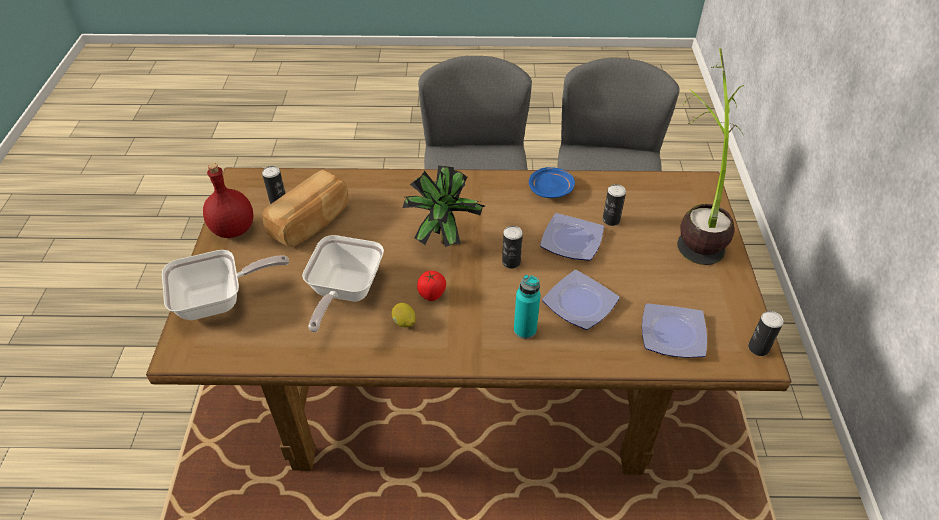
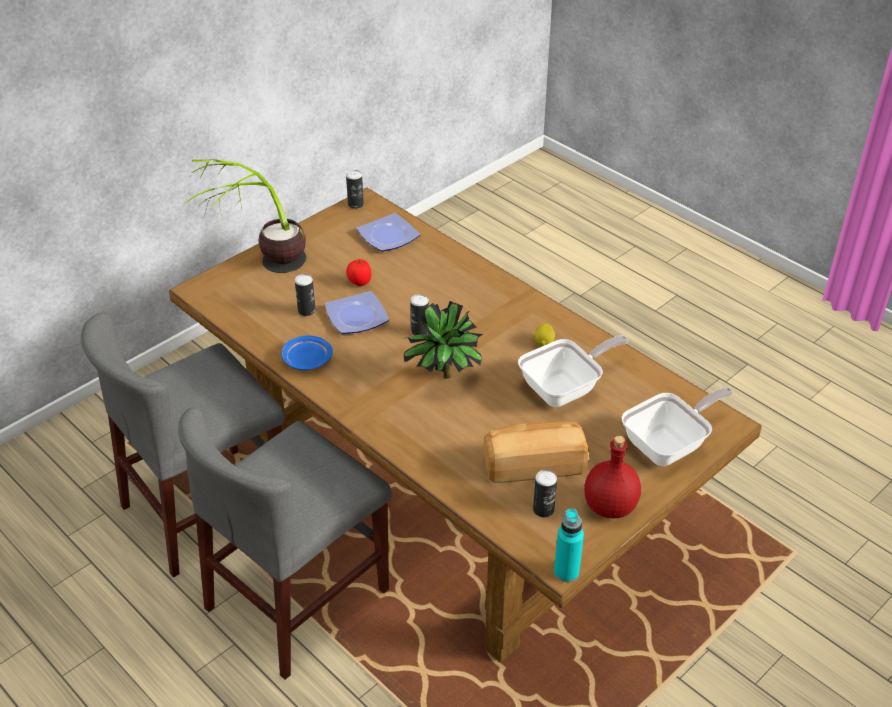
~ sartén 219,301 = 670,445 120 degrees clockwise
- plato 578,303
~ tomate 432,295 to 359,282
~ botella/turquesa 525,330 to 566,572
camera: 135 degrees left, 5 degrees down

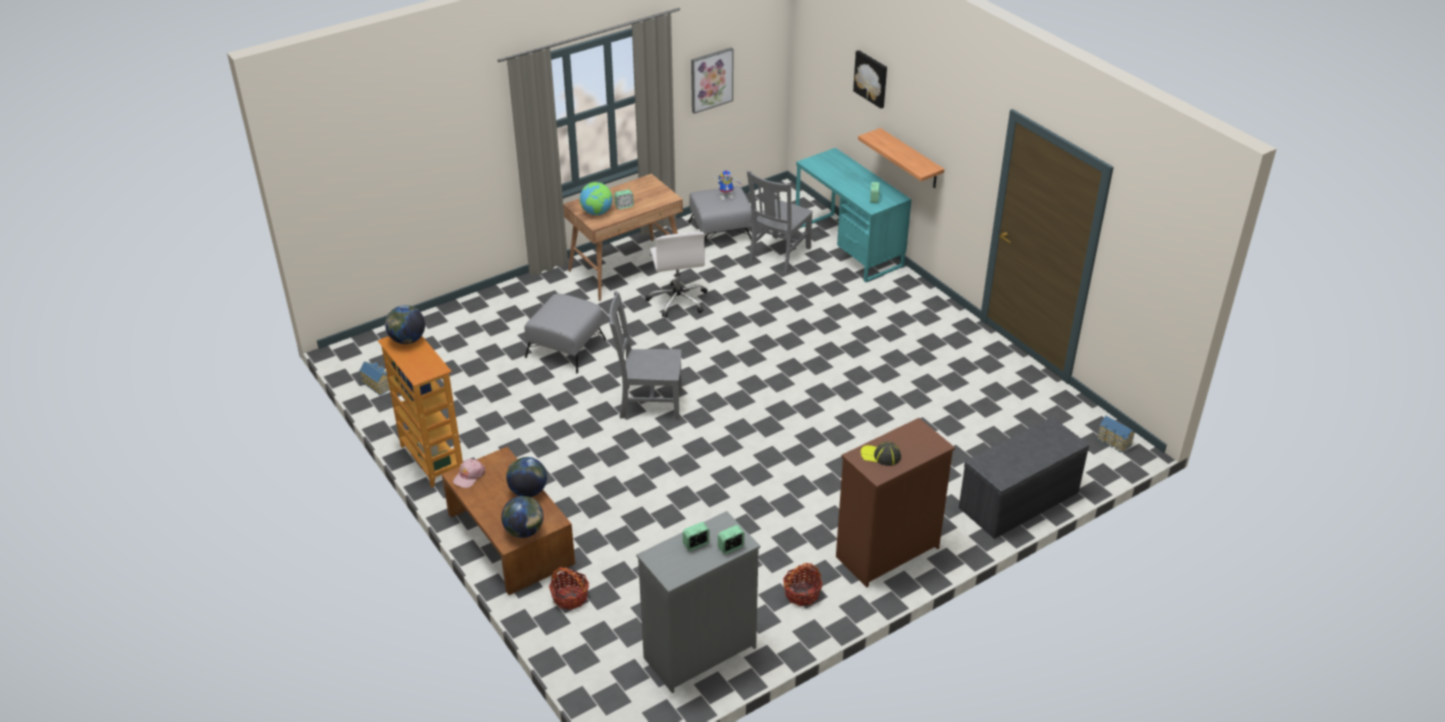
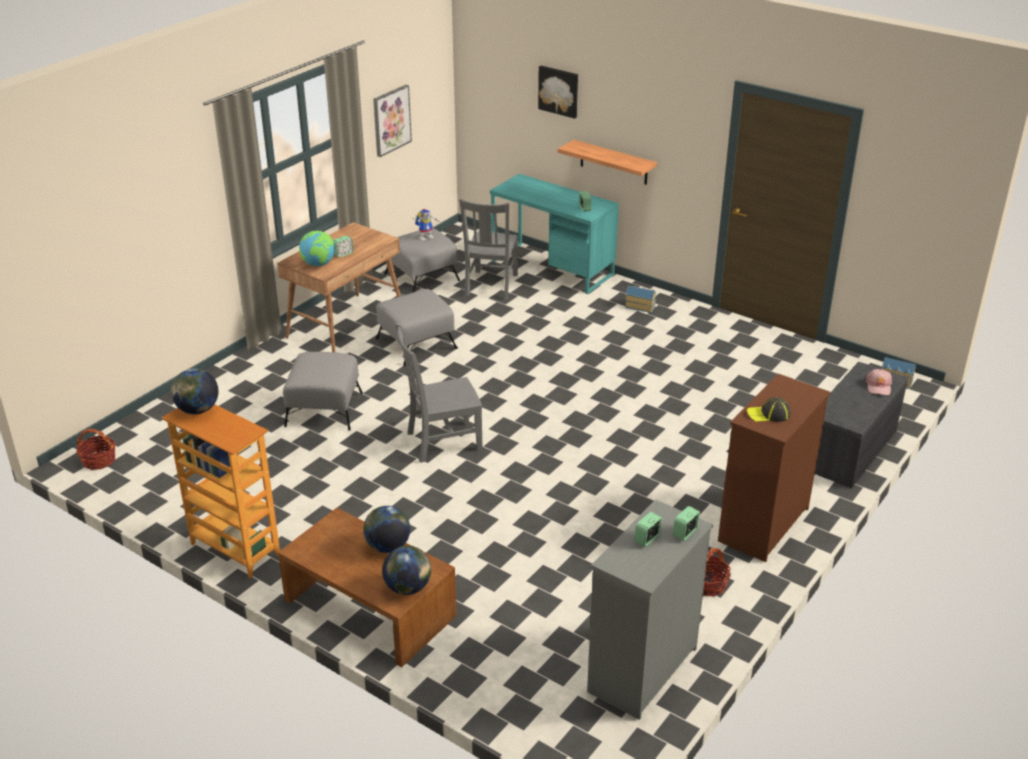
~ silla de oficina/blanco 678,300 to puf/gris 415,343
~ casita 378,384 to 640,306
~ gorra/rosa 469,476 to 878,386
~ cesta 570,597 to 98,460
camera: 20 degrees left, 5 degrees down

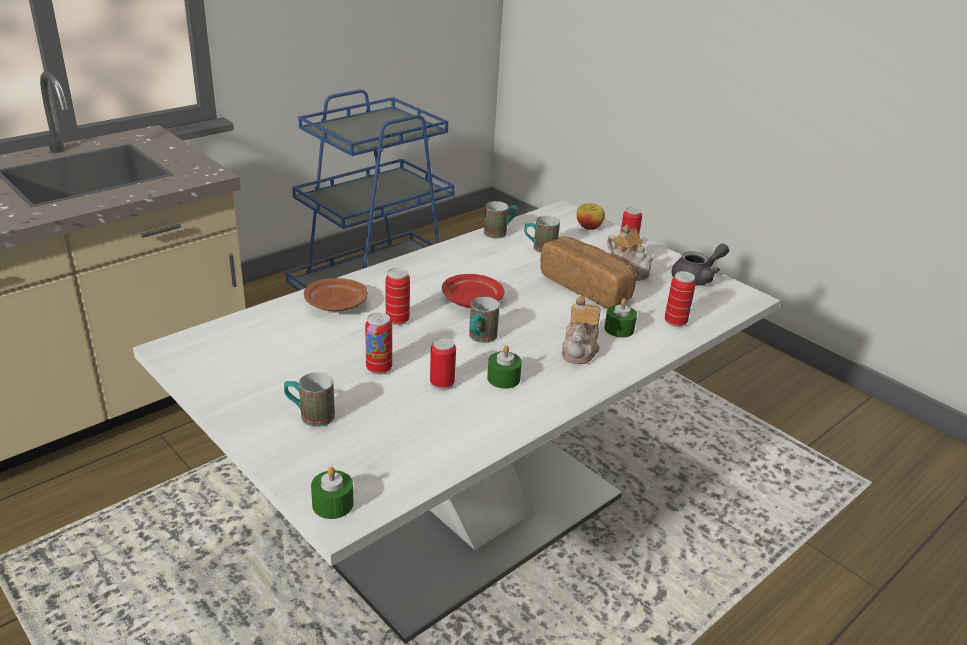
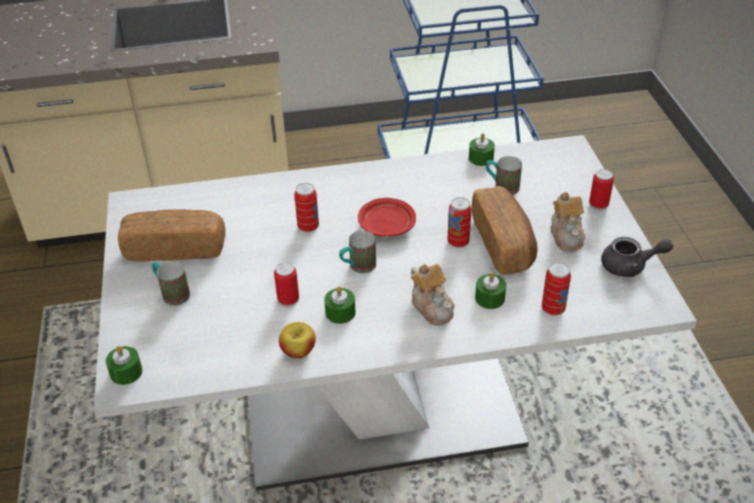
~ taza grande 499,232 to vela/verde 481,158
~ manzana 589,227 to 298,351
- plato/marrón 337,304
~ tetera 580,349 = 432,307 75 degrees counterclockwise
~ lata 379,368 to 458,242
+ pan 175,248
camera: 35 degrees right, 10 degrees up

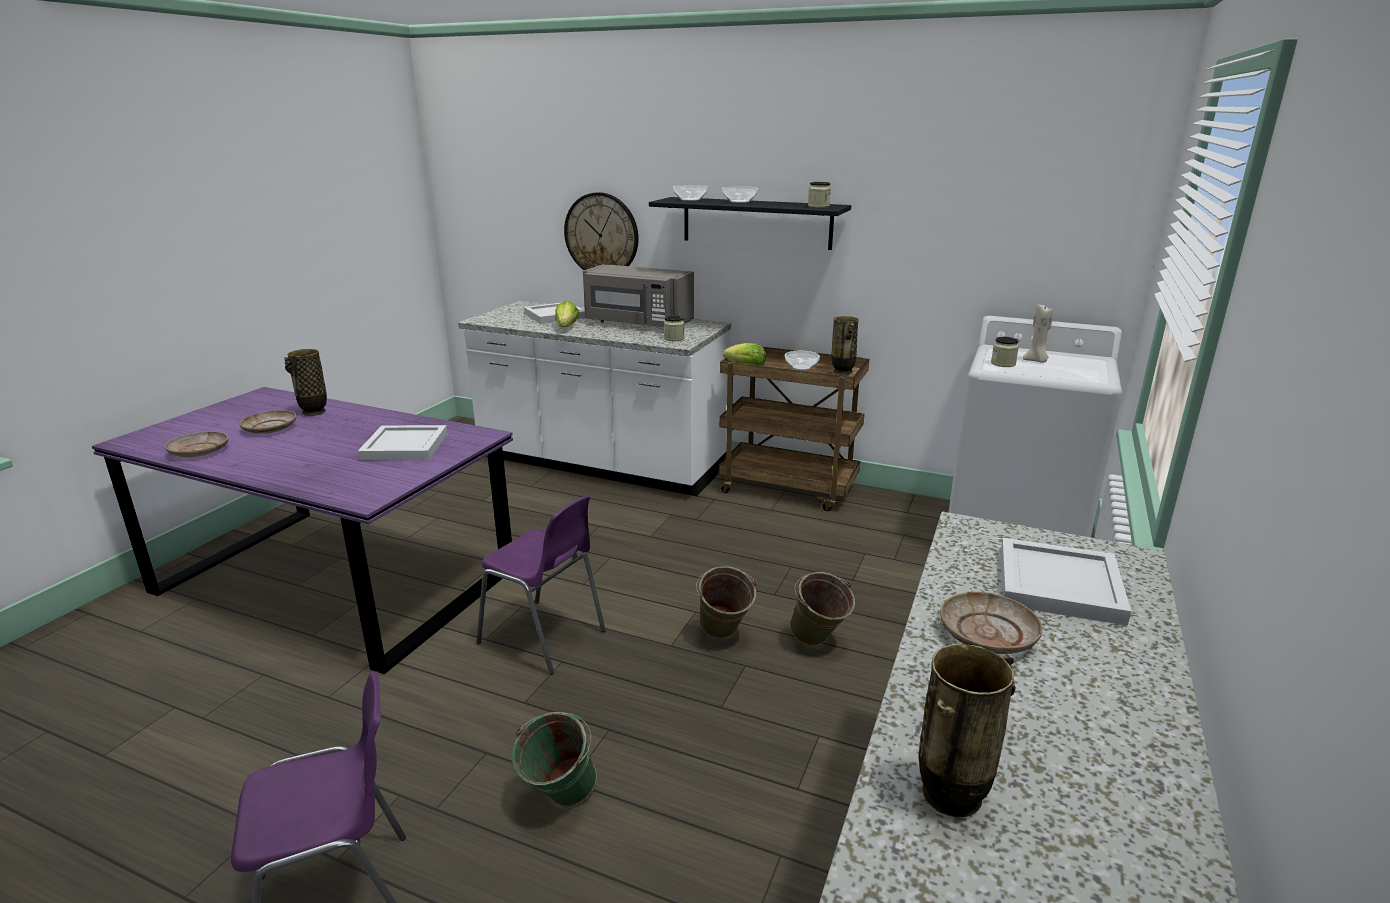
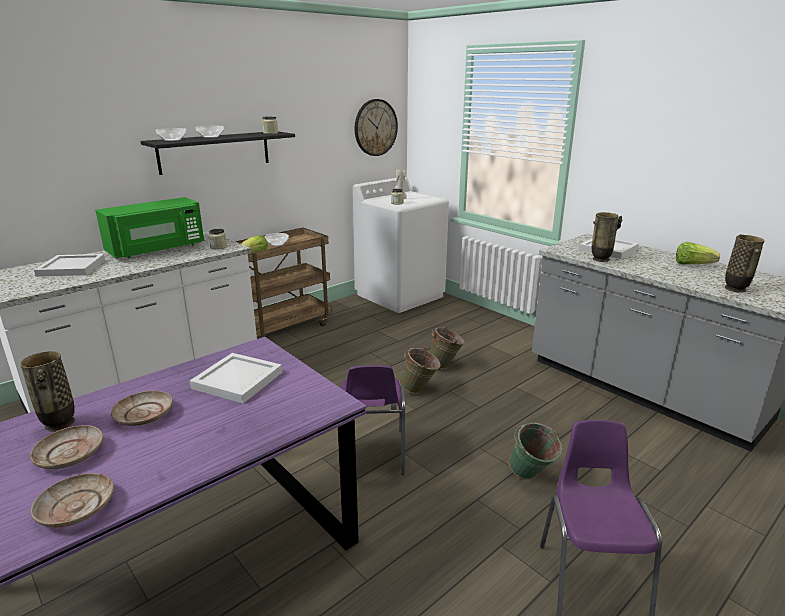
~ reloj de pared 601,235 to 375,127
~ microondas/gris 637,323 to microondas/verde 157,249
~ lechuga 566,327 to 692,265
~ florero 842,372 to 600,259
~ silla/morado 545,638 = 371,454 120 degrees clockwise
~ plato/beis 987,634 to 144,415
camera: 65 degrees left, 0 degrees up

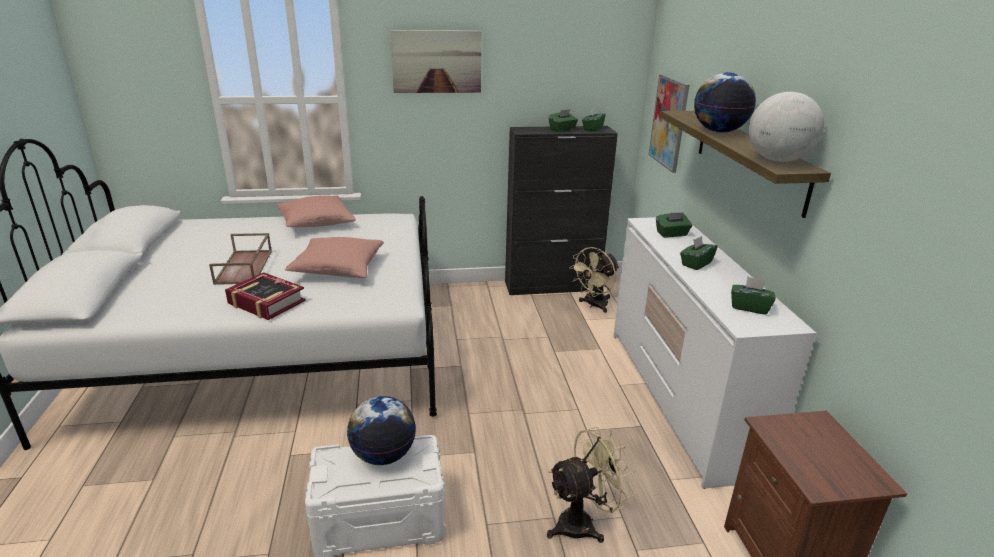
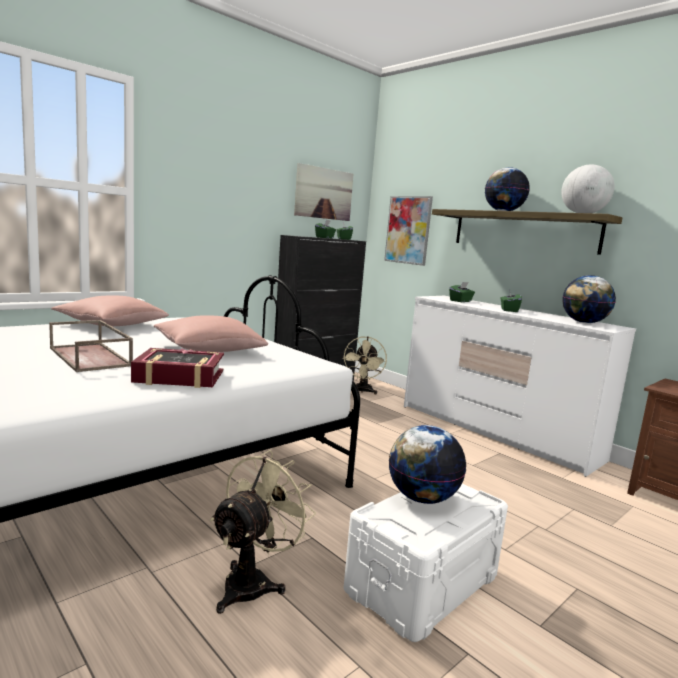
~ cuadro 436,61 to 324,193
~ caja de pañuelos/verde 749,307 to globo terráqueo 584,322
~ ventilador/beis 583,523 to 253,582
camera: 35 degrees left, 15 degrees down

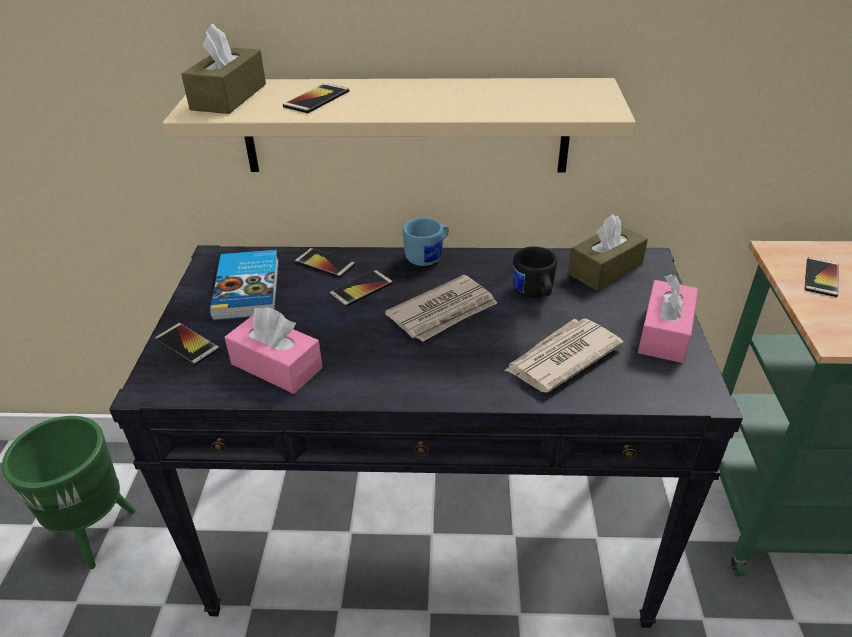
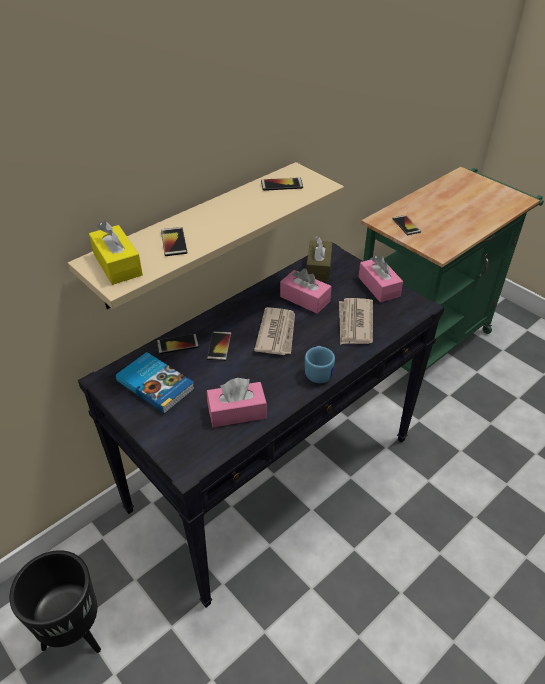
~ caja de pañuelos/marrón 229,97 to caja de pañuelos/amarillo 117,264
~ taza grande/azul 428,256 to 319,372
~ taza grande/negro 534,294 to caja de pañuelos/rosa 305,299
~ móvil 187,344 to 281,184
~ maceta/verde 98,534 to maceta/negro 76,632
camera: 45 degrees left, 5 degrees up

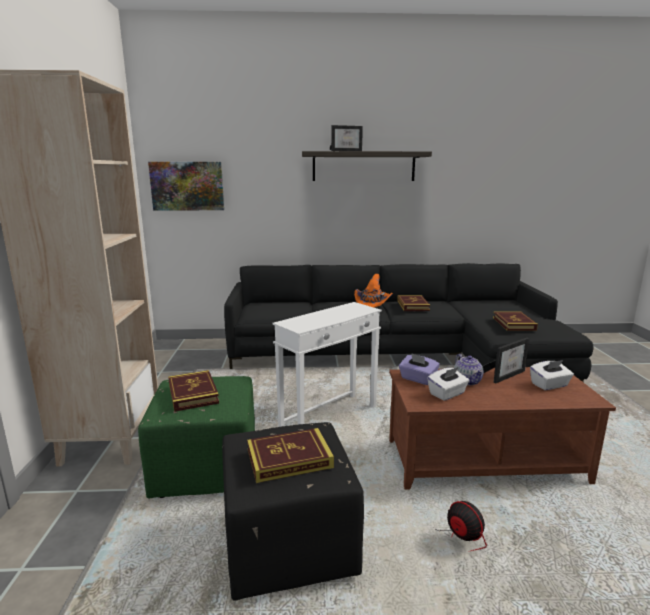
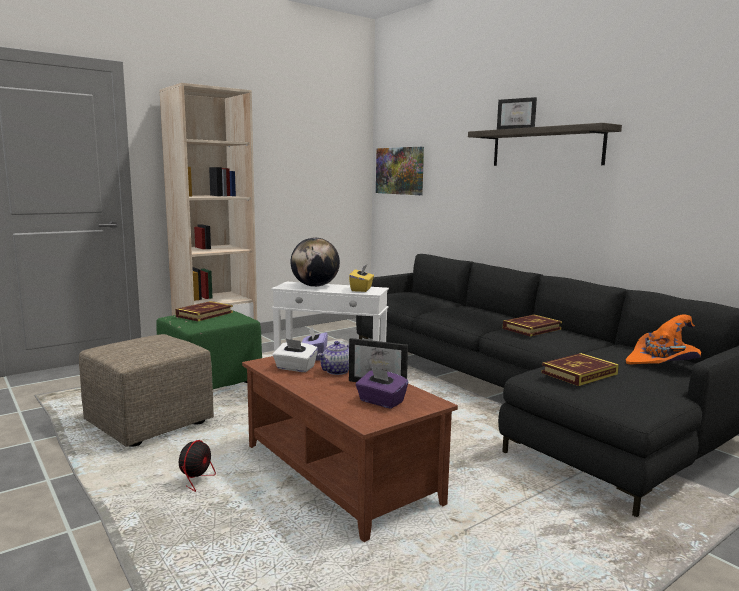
~ sombrero/naranja 372,304 to 662,362
~ caja de pañuelos/blanco 549,385 to caja de pañuelos/morado 381,402
~ puf/negro 290,545 to puf/beis 148,424
- libro 289,459
+ globo terráqueo 315,286
+ caja de pañuelos/amarillo 361,289
camera: 55 degrees right, 5 degrees down

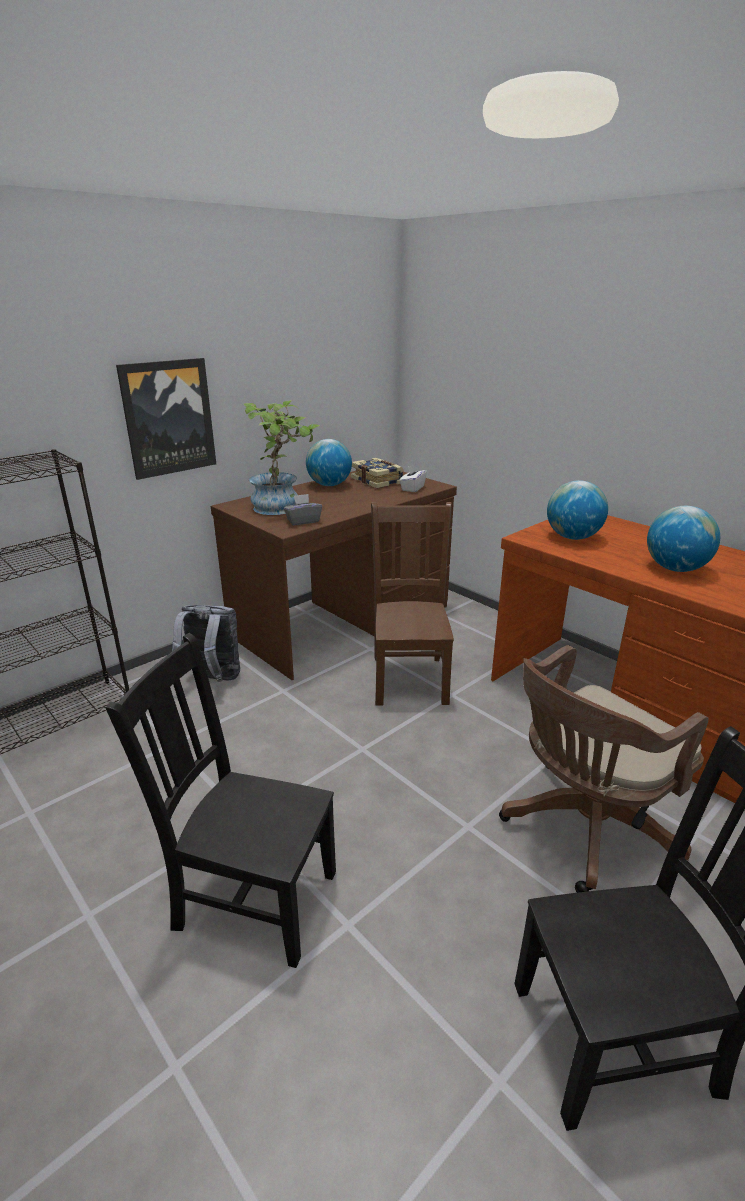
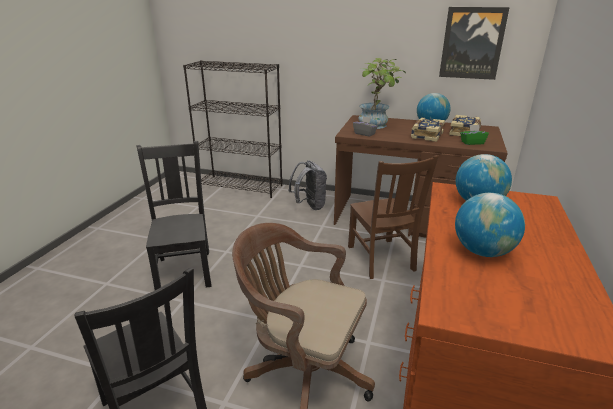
~ cuadro 168,418 to 472,43
~ caja de pañuelos/blanco 412,488 to caja de pañuelos/verde 472,143
~ silla/marrón 409,678 = 381,259 105 degrees clockwise
+ libro 426,135
camera: 60 degrees right, 0 degrees up

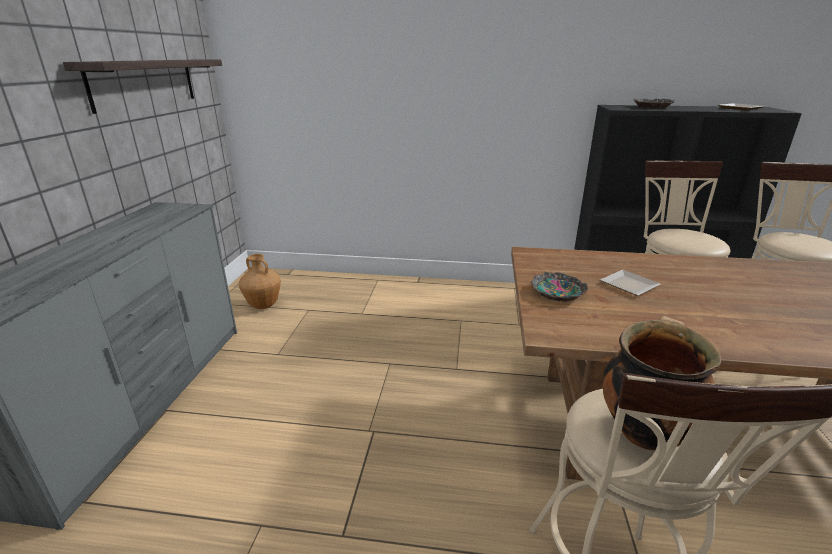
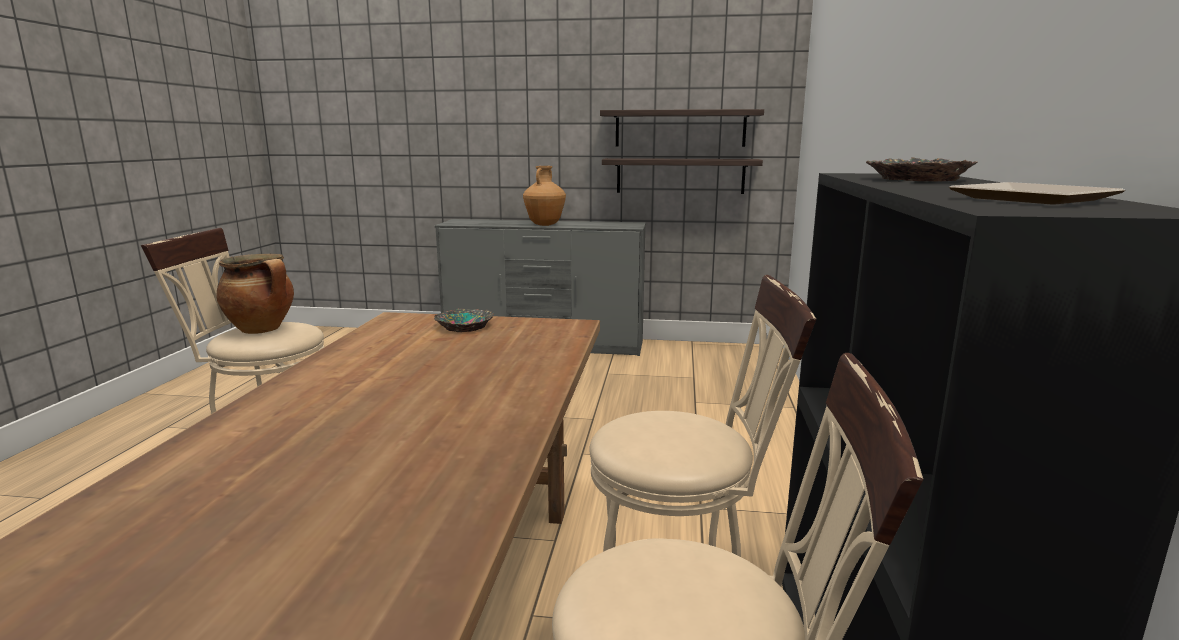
~ florero/marrón 264,305 to 544,225
- plato 626,285
+ estante 680,176
camera: 90 degrees right, 10 degrees down

